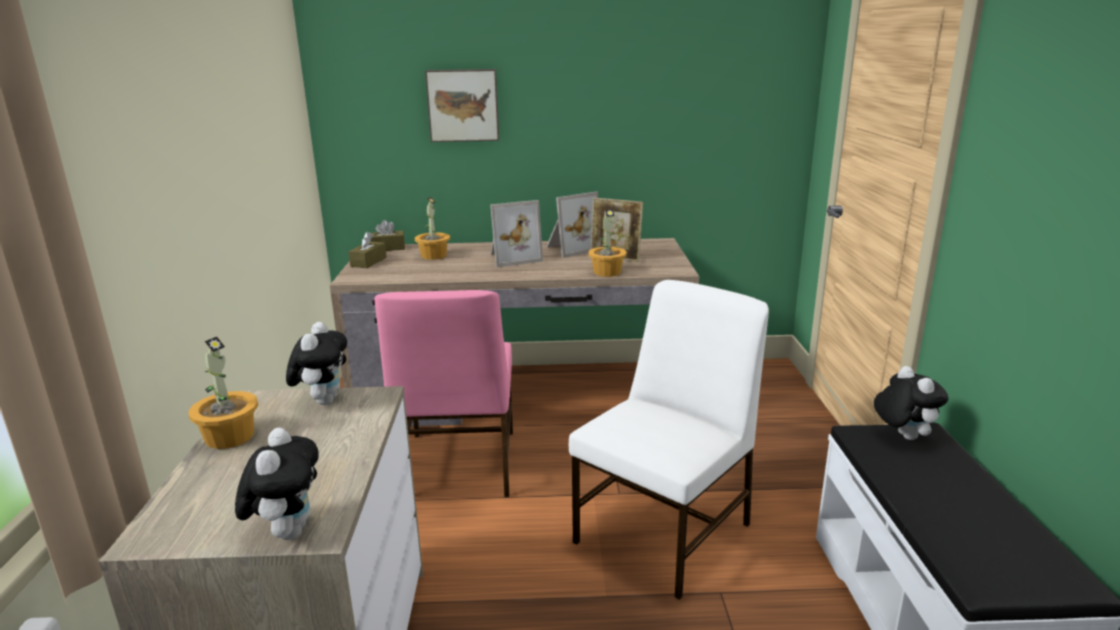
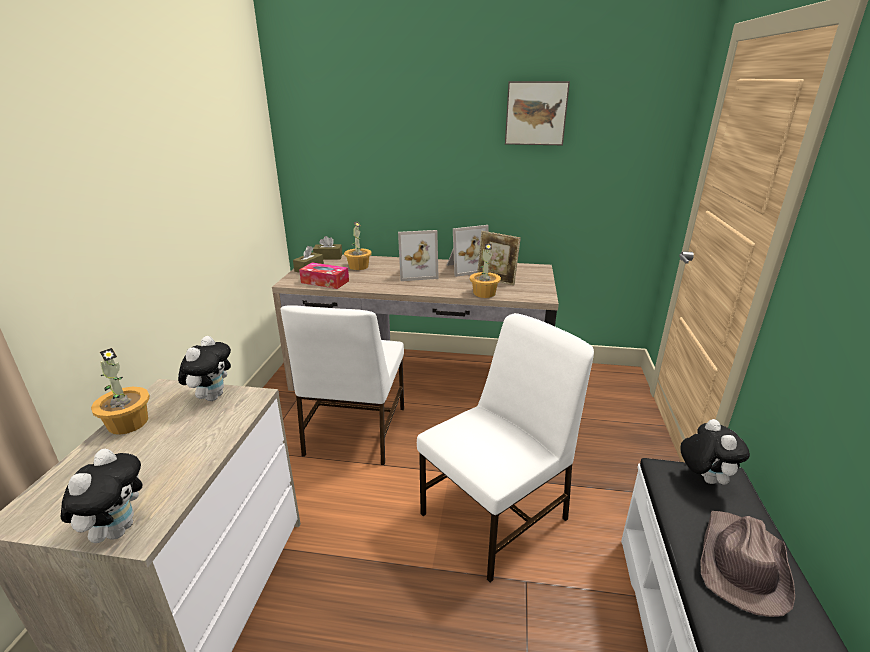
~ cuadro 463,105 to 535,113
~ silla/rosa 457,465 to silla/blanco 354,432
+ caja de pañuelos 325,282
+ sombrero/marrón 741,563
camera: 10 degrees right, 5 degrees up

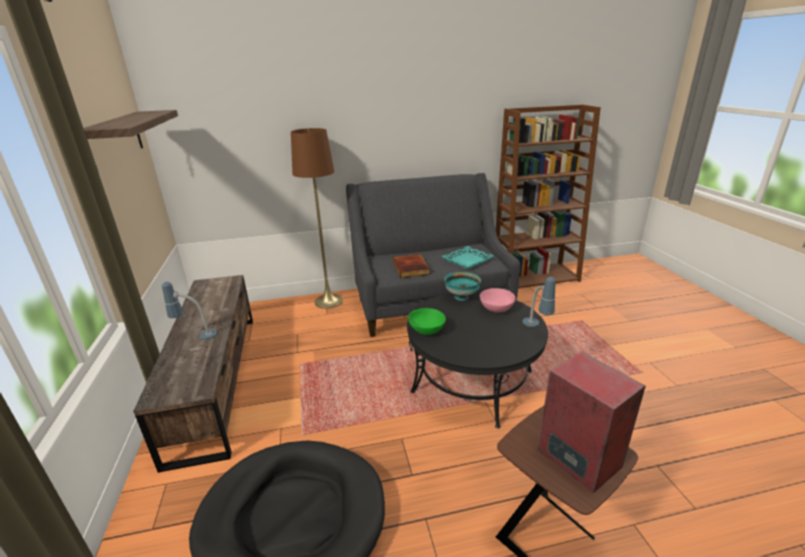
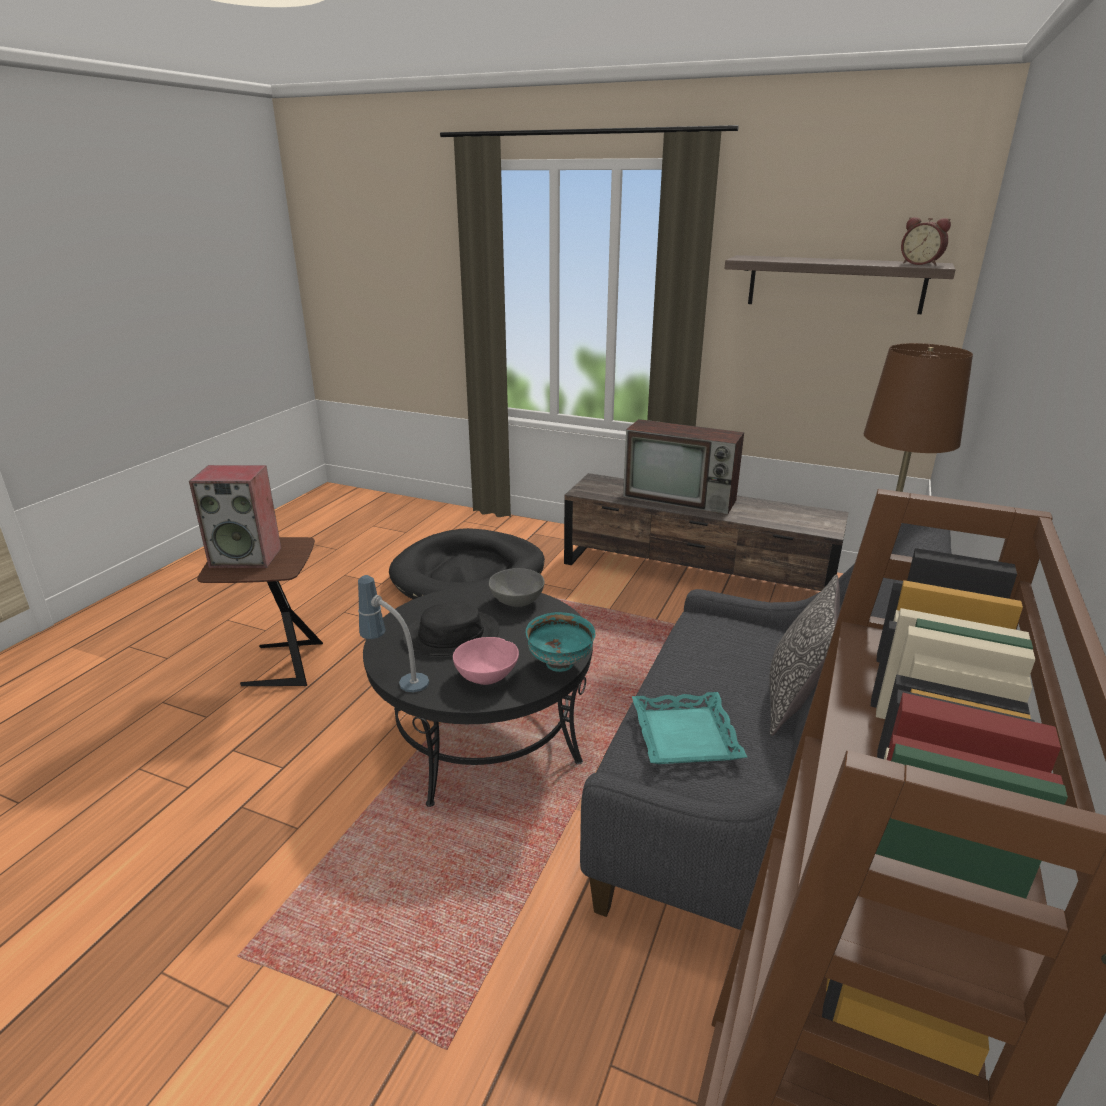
- libro 411,268
~ lámpara de mesa 196,336 to televisor 681,499
~ cuenco/verde 426,330 to cuenco/gris 517,601
+ despertador 921,264
+ cojín 794,700
+ sombrero/negro 451,635
camera: 125 degrees right, 0 degrees up

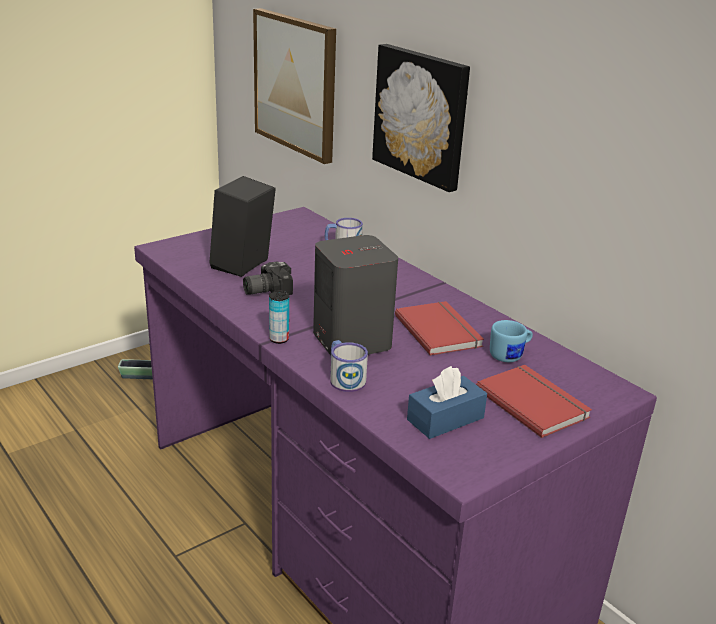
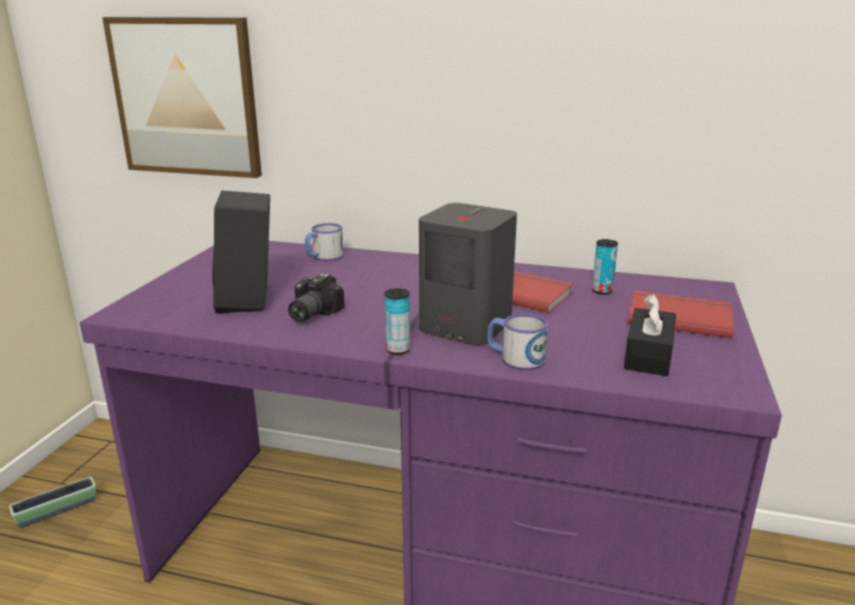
- cuadro 422,115
~ taza grande/azul 510,355 to lata 602,291
~ caja de pañuelos/azul 445,419 to caja de pañuelos/negro 648,355
camera: 35 degrees left, 5 degrees down

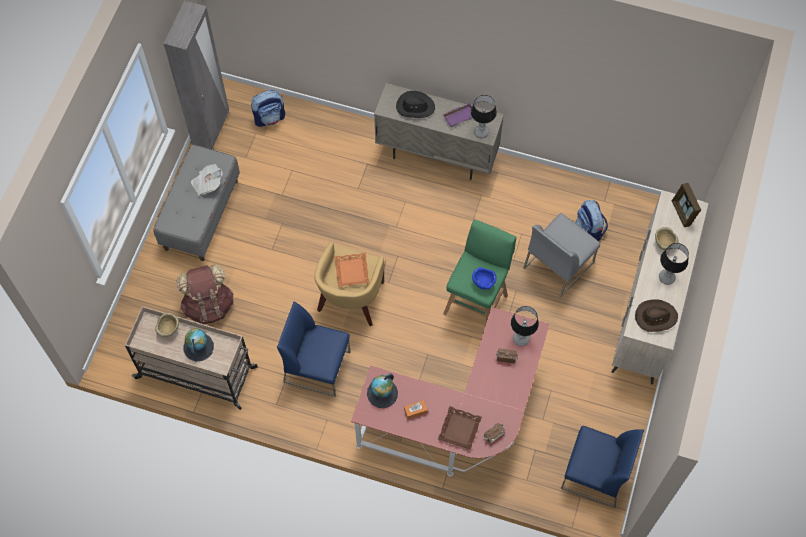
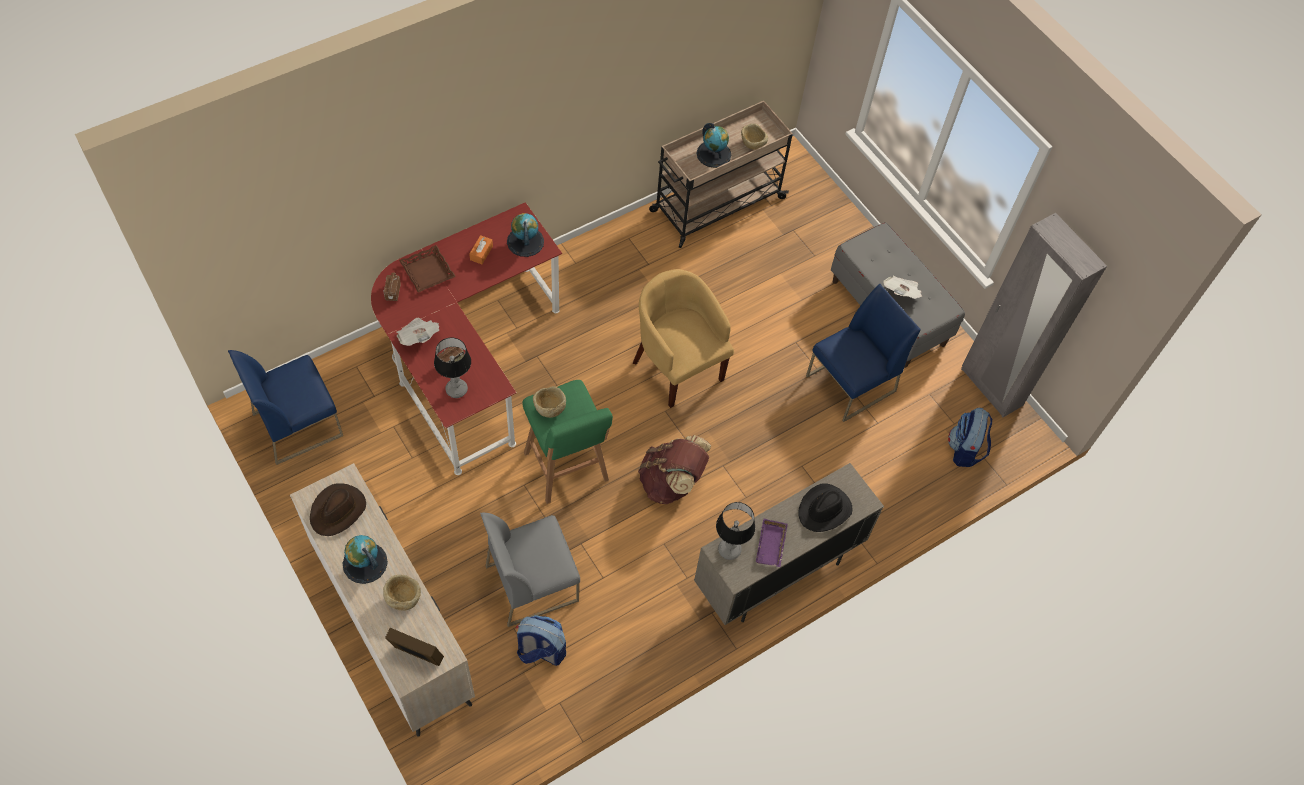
~ silla/gris 558,264 = 532,582 105 degrees counterclockwise
~ lámpara de mesa 667,278 to globo terráqueo 365,563
- bandeja/naranja 351,271
~ mochila/marrón 208,305 to 671,483
~ cuenco/azul 483,283 to cuenco/beis 549,409
~ silla/azul 317,366 to 850,384
+ periódico 419,337
camera: 125 degrees right, 5 degrees down

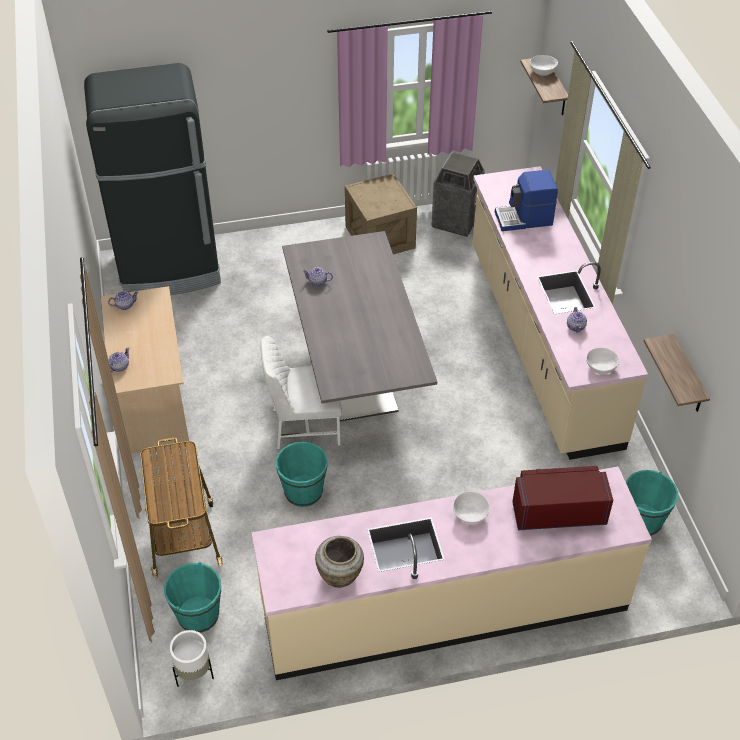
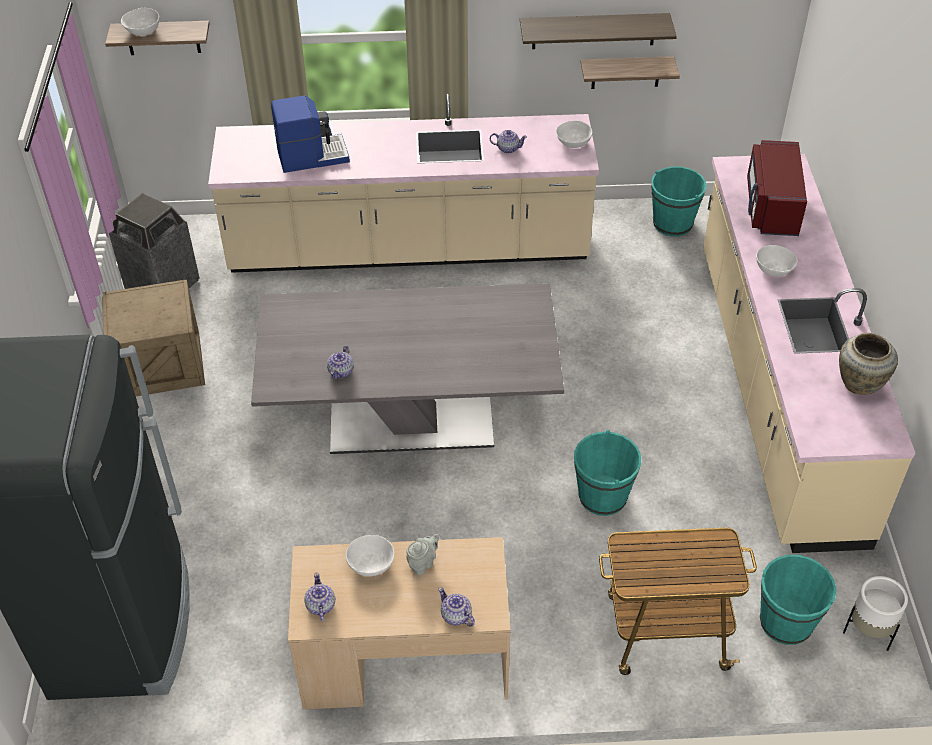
~ cafetera 524,219 = 312,155 105 degrees counterclockwise
- silla/blanco 304,426
+ estante 593,31
+ tetera/gris 423,563
+ cuenco/blanco 370,564
camera: 80 degrees left, 0 degrees up

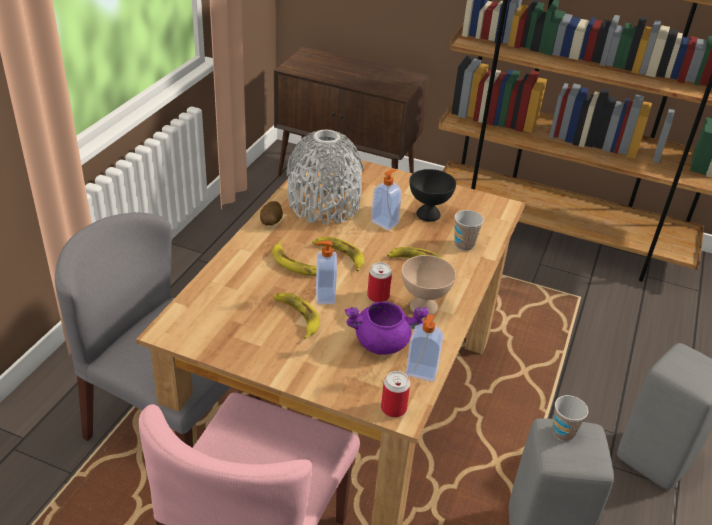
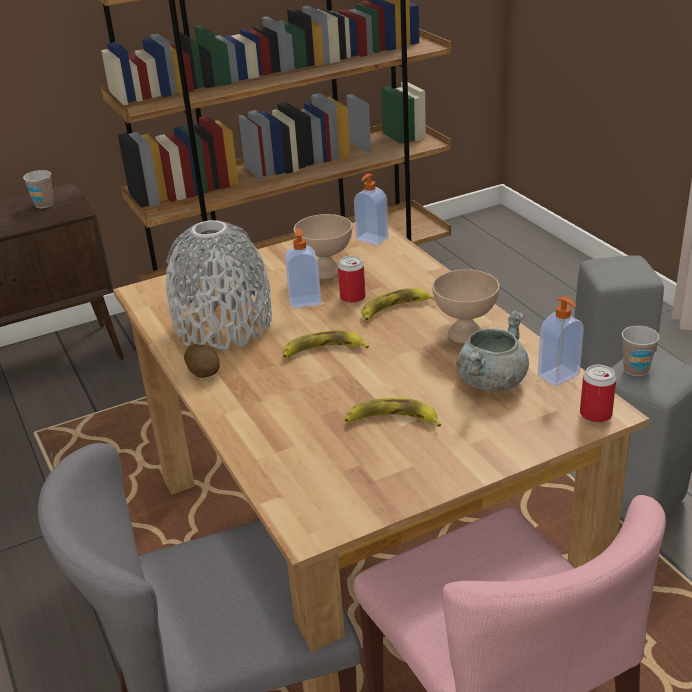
~ cuenco/negro 427,214 to cuenco/beis 325,271
~ taza 464,245 to 44,204
- plátano 296,263
~ dispensador de jabón 324,296 to 371,239
~ lata 378,296 to 352,297
~ olla/morado 382,342 to olla/gris 491,380
camera: 45 degrees left, 5 degrees down

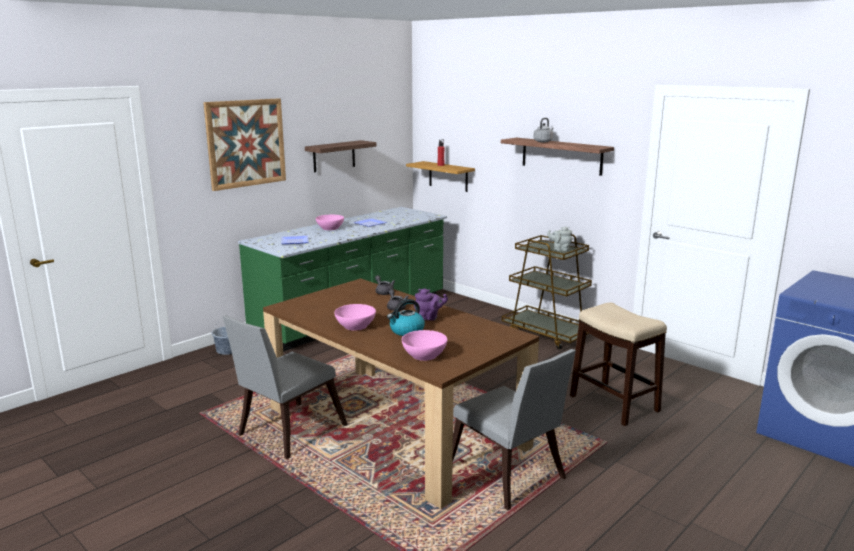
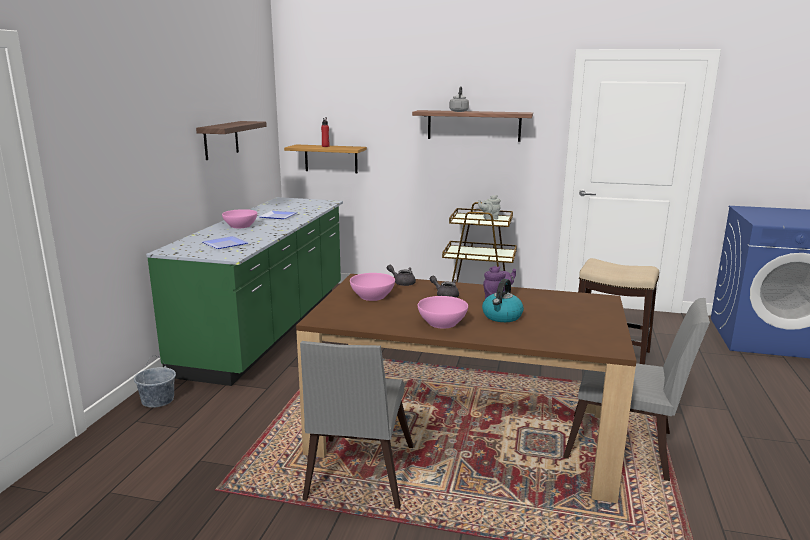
- cuadro 246,143
~ cuenco/rosa 424,355 to 372,296
camera: 30 degrees left, 0 degrees up

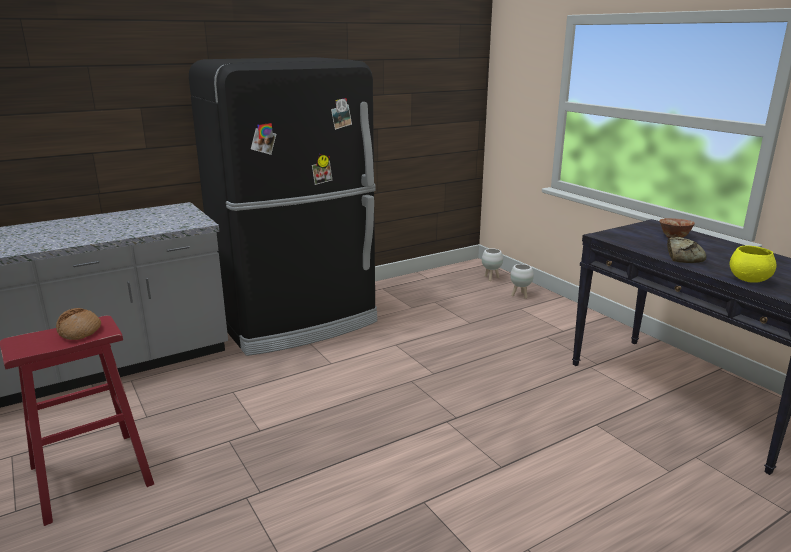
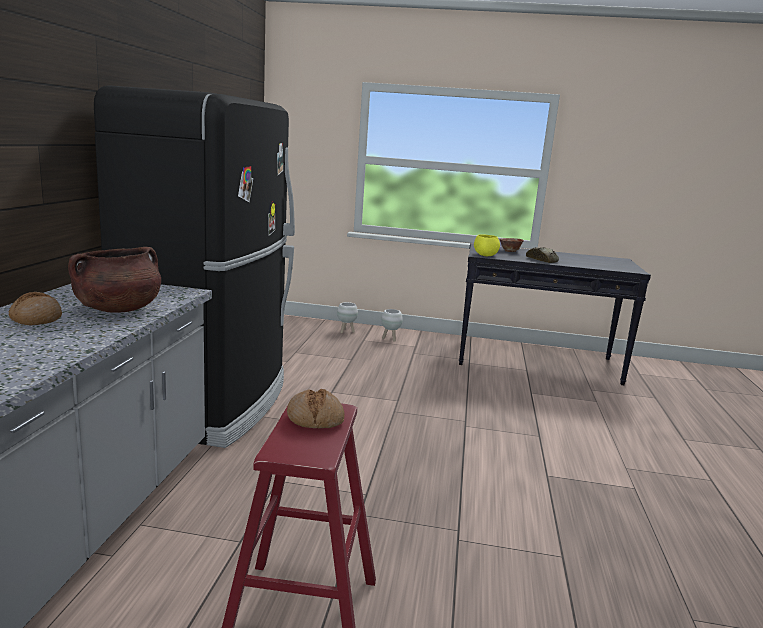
~ cuenco/amarillo 749,280 to 485,255
~ maceta/blanco 491,278 to 390,339
+ olla/marrón 118,309
+ pan 36,319
camera: 50 degrees left, 5 degrees down

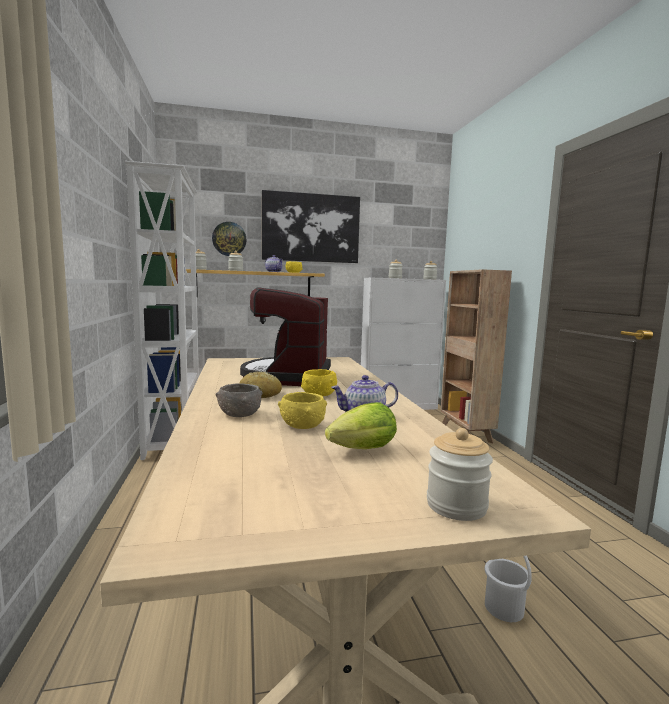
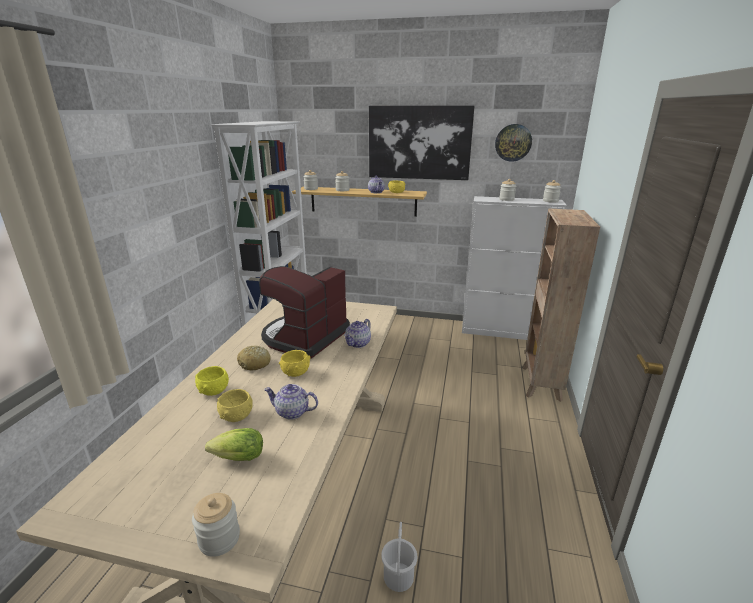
~ reloj de pared 229,239 to 513,142
~ cuenco/gris 239,414 to cuenco/amarillo 213,390
+ tetera 358,343
camera: 25 degrees right, 15 degrees up

